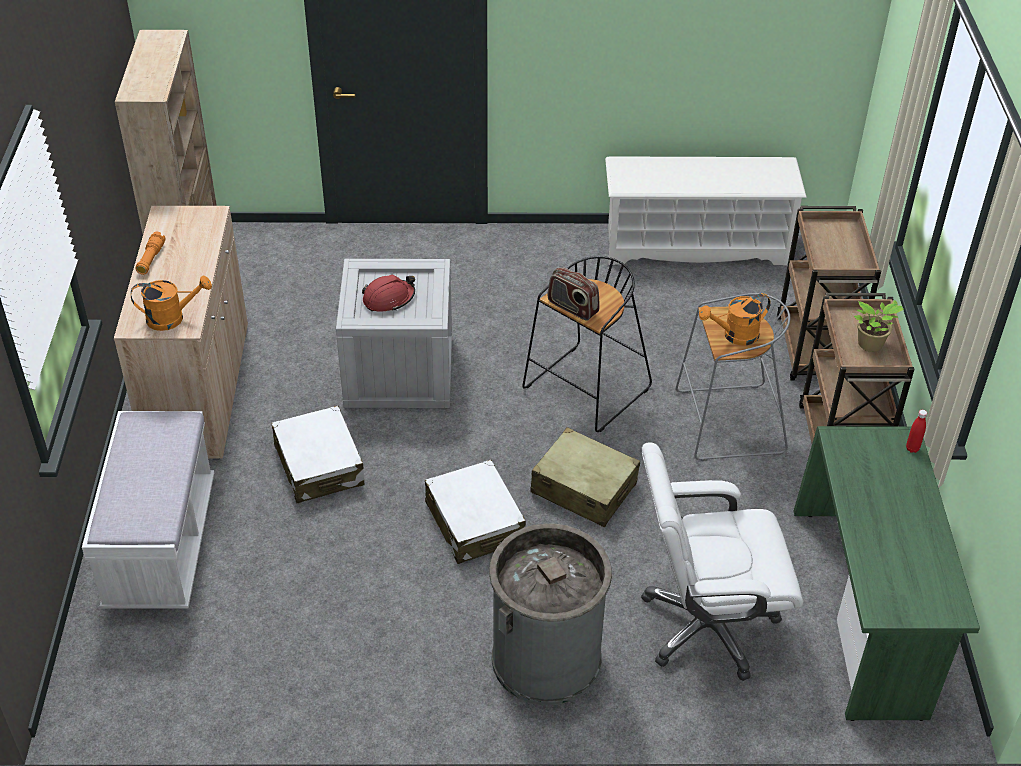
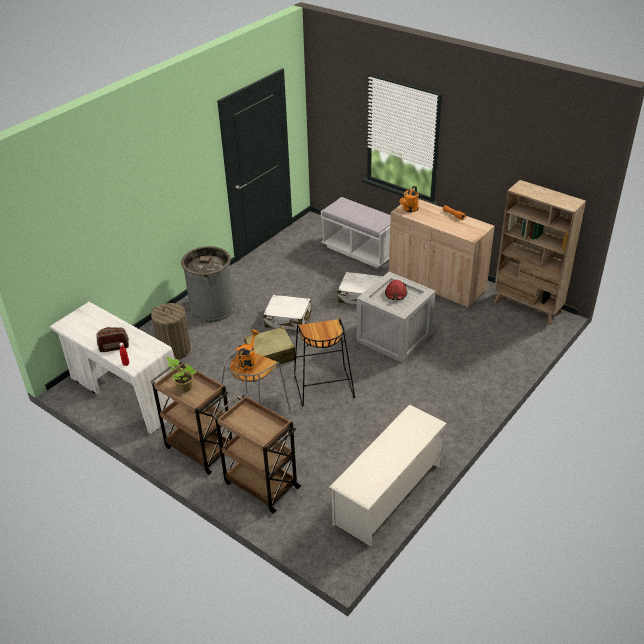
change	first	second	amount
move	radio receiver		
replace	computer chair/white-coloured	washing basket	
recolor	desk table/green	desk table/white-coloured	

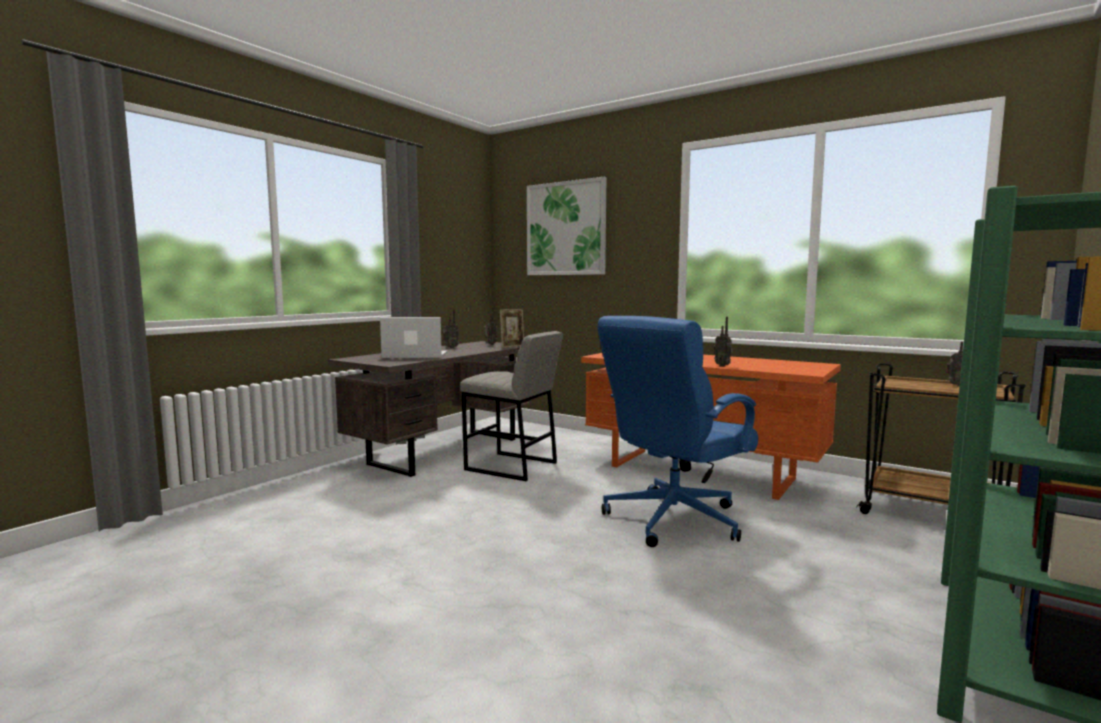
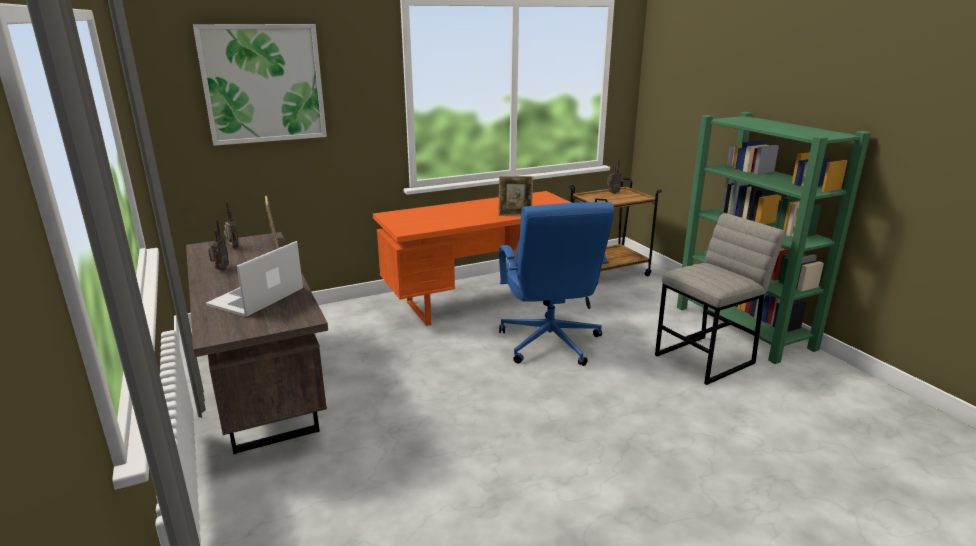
change	first	second	amount
move	plain chair/grey		
replace	radio receiver (3rd from left)	picture frame (2nd from left)	

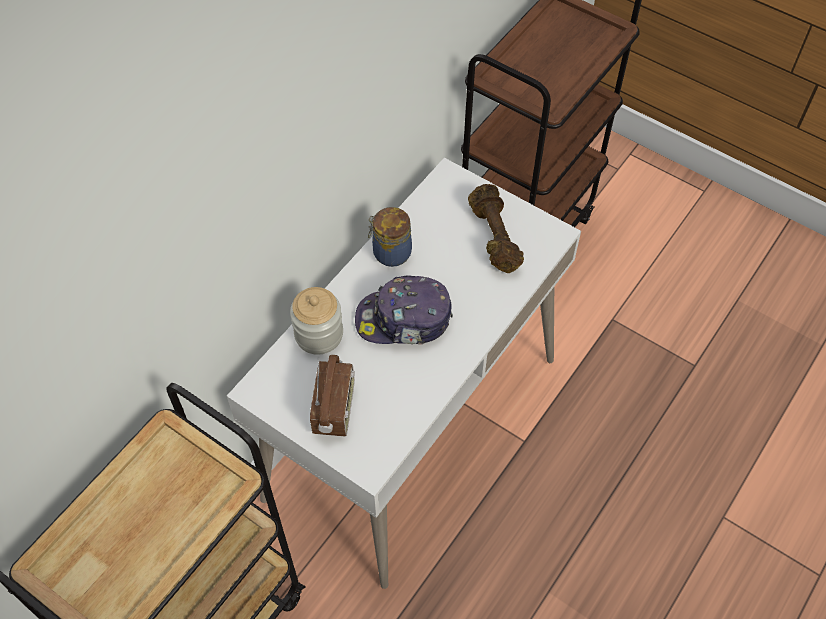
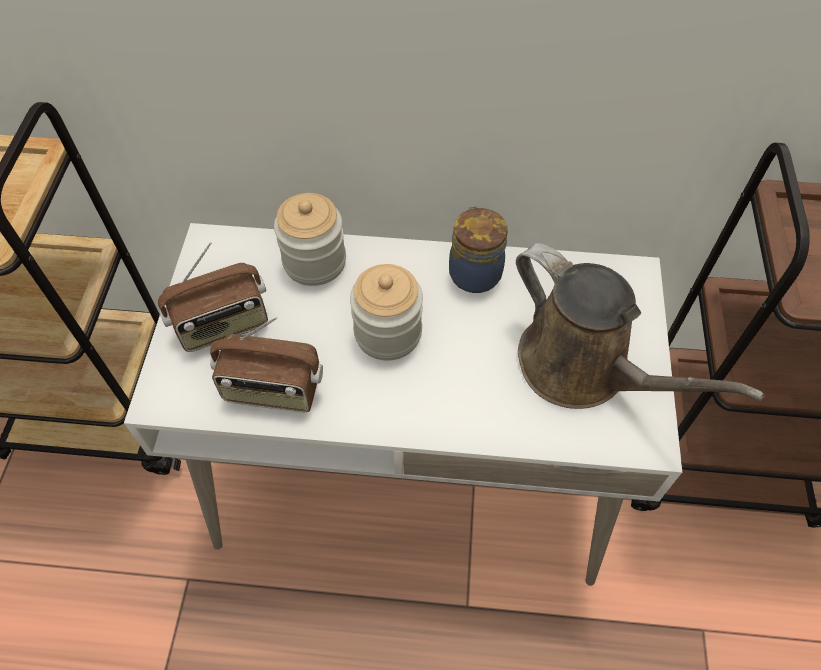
change	first	second	amount
insert		radio receiver (2nd from left)	
replace	cap	jar (2nd from left)	
replace	hand weight/brown-coloured	sprinkling can/brown-coloured	

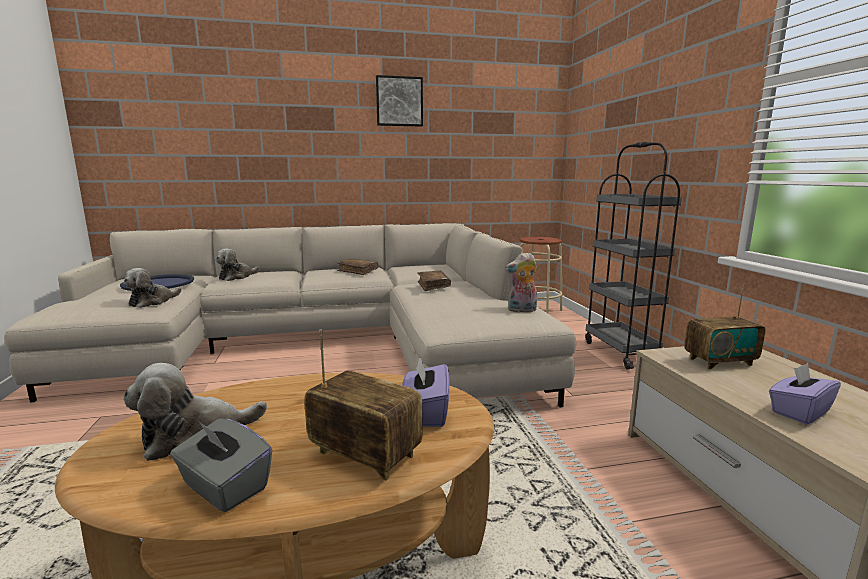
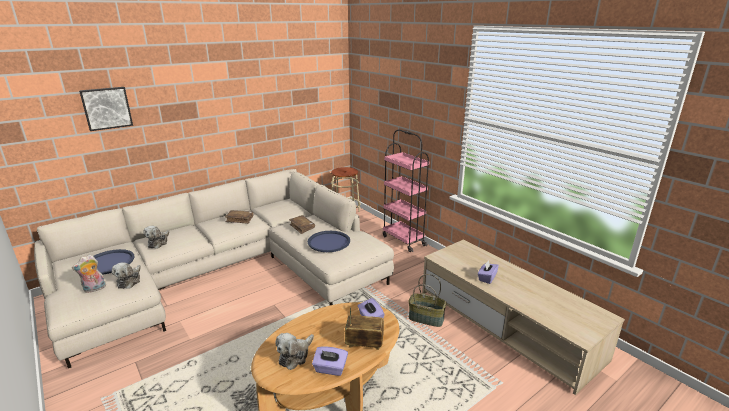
change	first	second	amount
delete	radio receiver (2nd from left)		
insert		tray/blue (2nd from left)	
insert		household basket	
move	wall picture		
move	plush toy (4th from left in the first image)	plush toy (1st from left)	
recolor	tissue holder/grey	tissue holder/purple (1st from left)	
recolor	cart/grey	cart/pinkish	

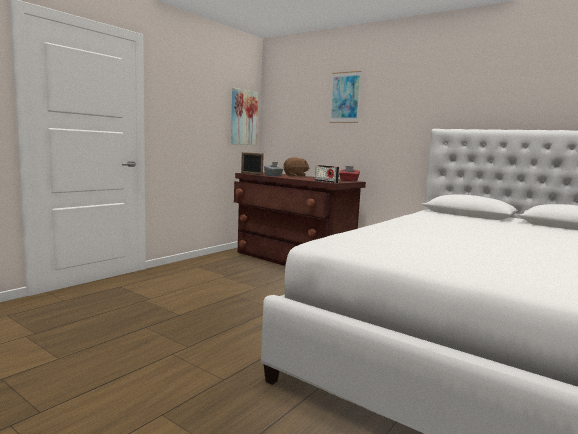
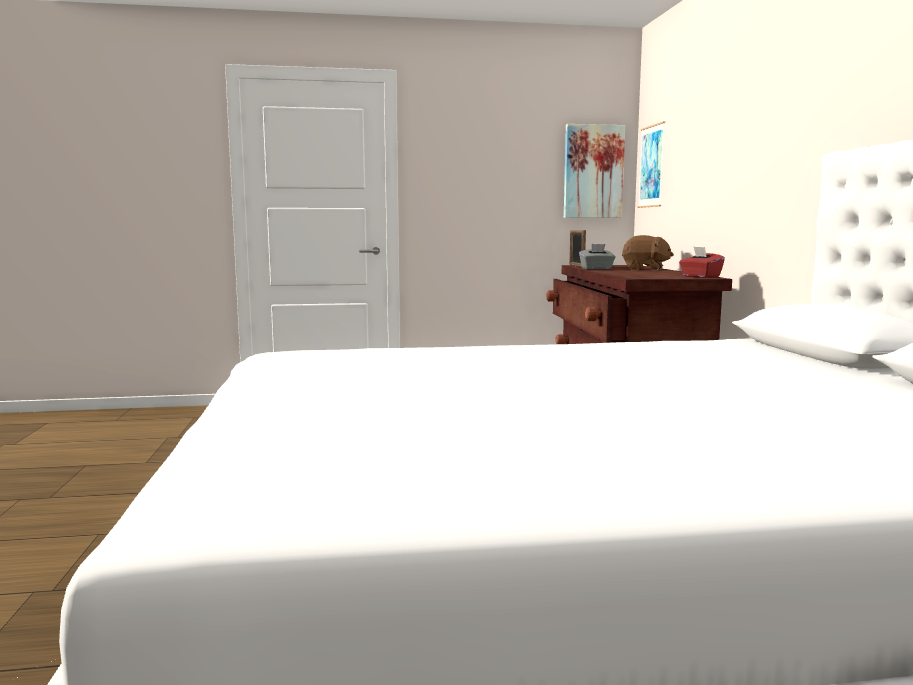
change	first	second	amount
delete	radio receiver		
move	wall picture (2nd from left)		

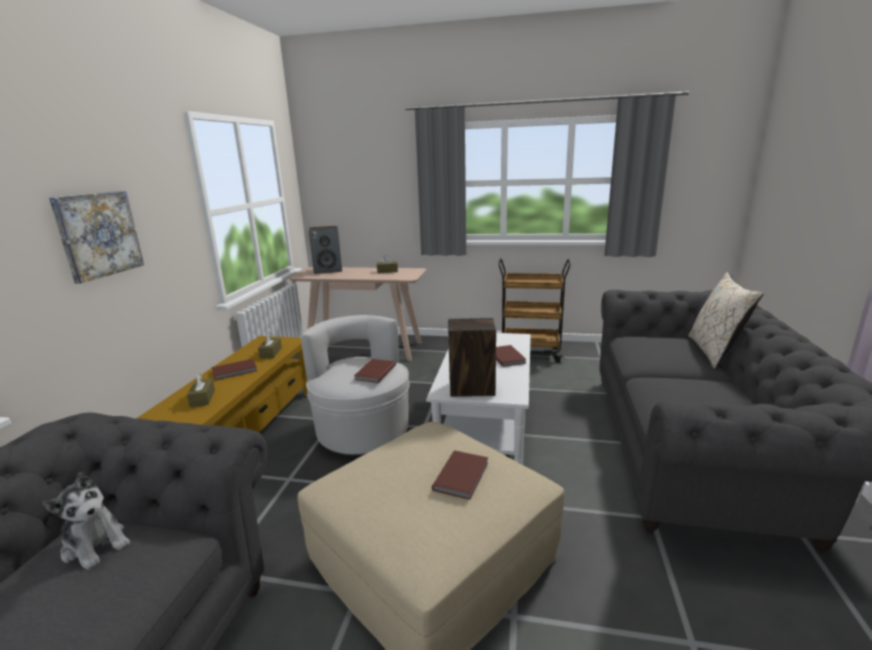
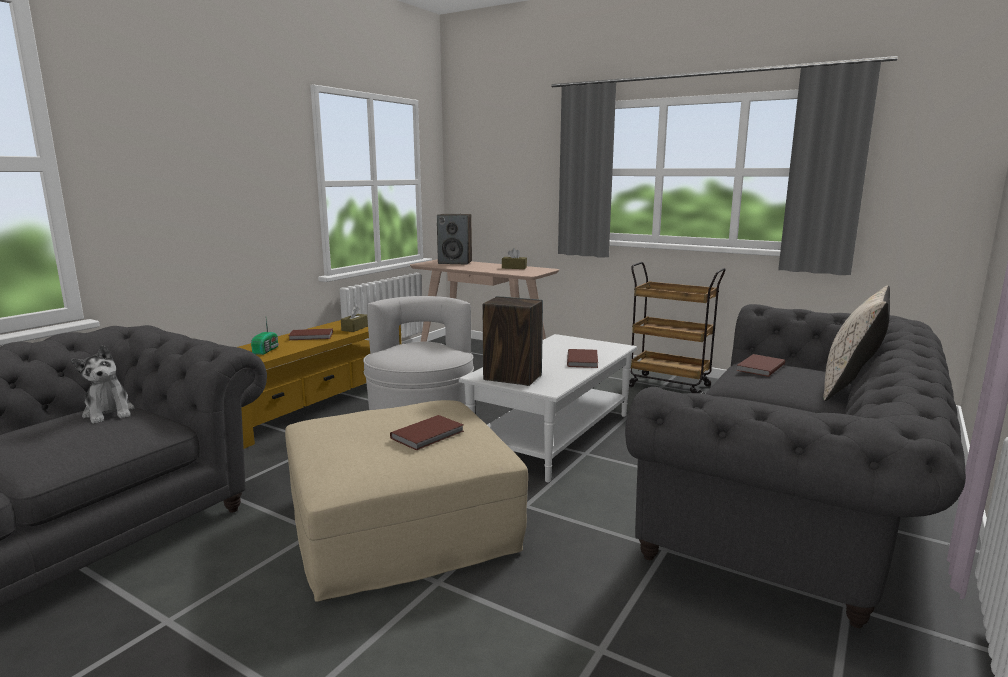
change	first	second	amount
delete	wall picture		
move	bound book/brown-coloured (2nd from left in the first image)	bound book/brown-coloured (4th from left)	
replace	tissue holder/brown-coloured (1st from left)	radio receiver	

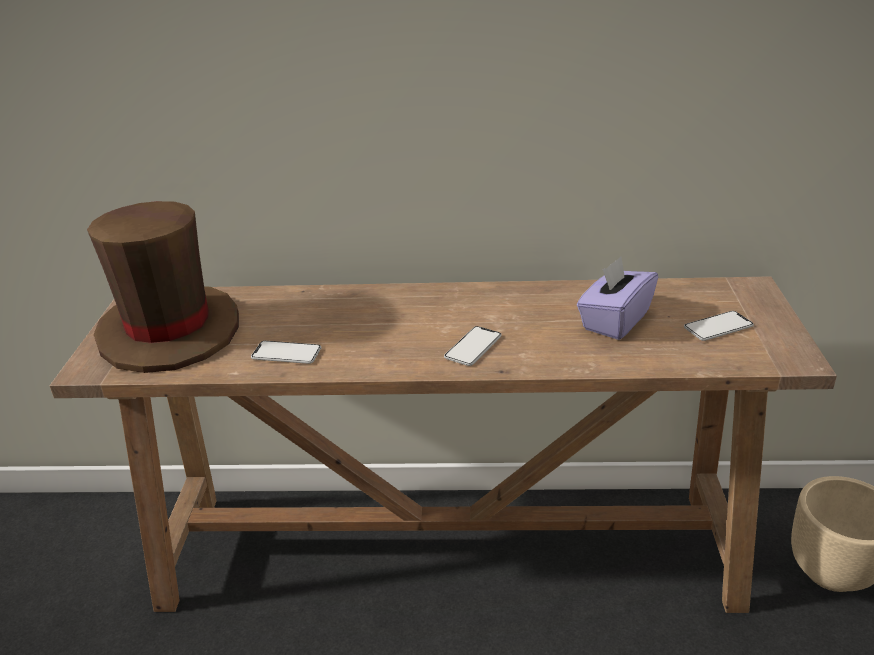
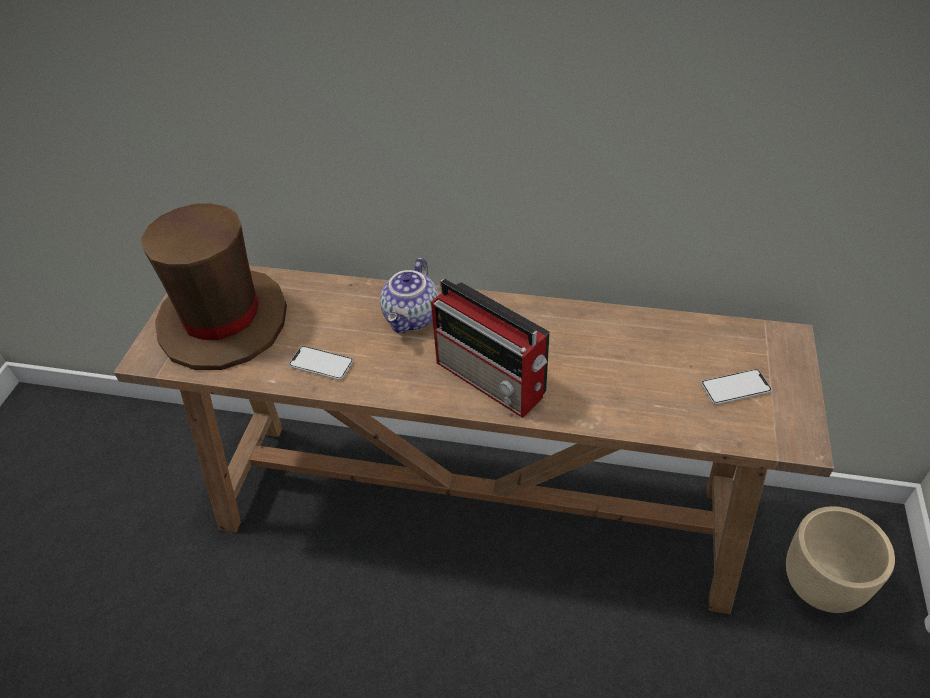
change	first	second	amount
delete	tissue holder/purple		
insert		tea pot	
replace	phone (2nd from left)	radio receiver	

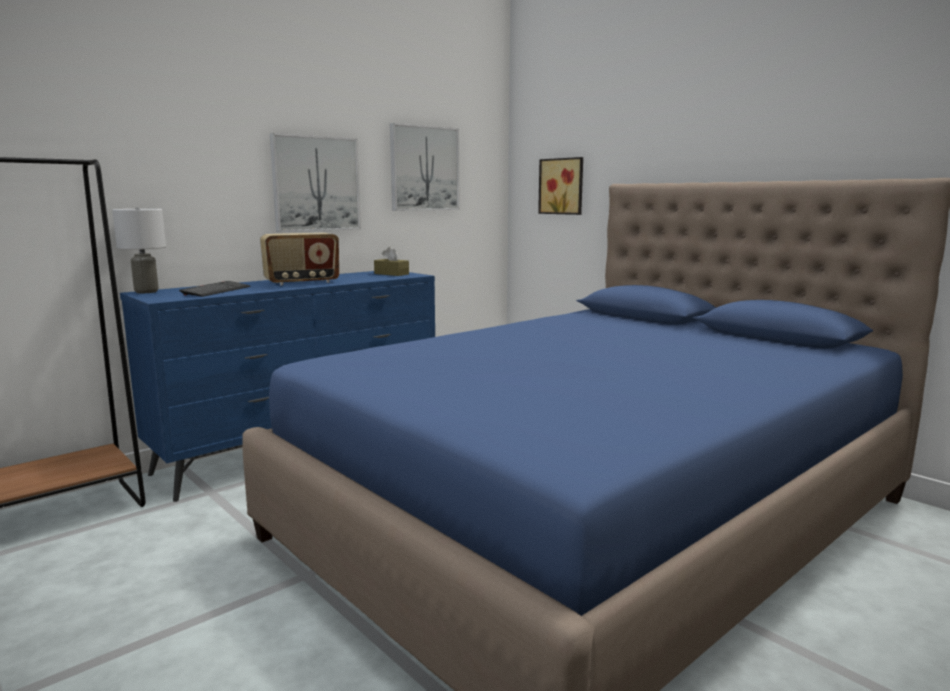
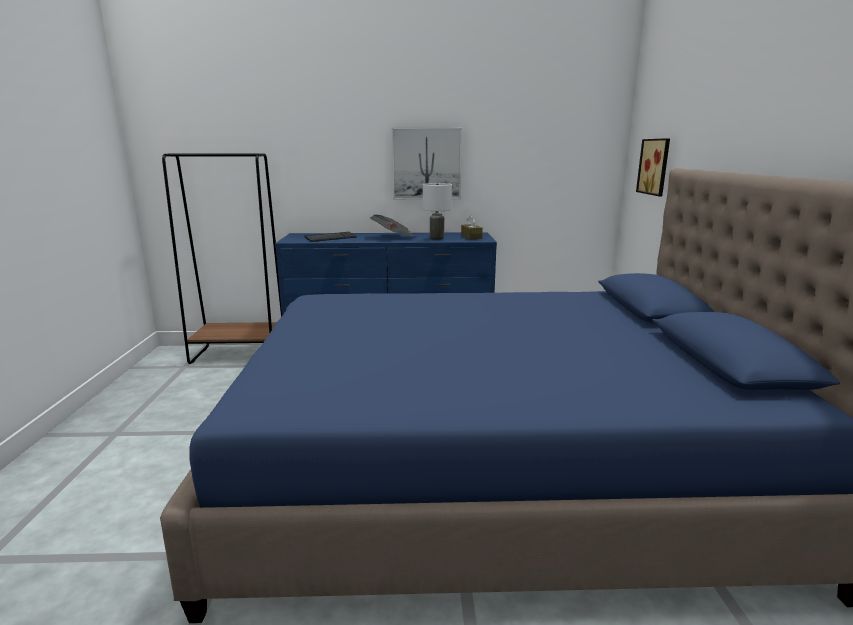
change	first	second	amount
delete	wall picture (2nd from left)		
move	table lamp/white-coloured		
replace	radio receiver	daily paper	

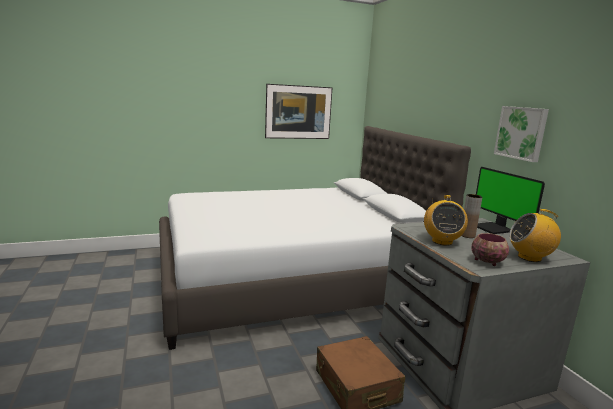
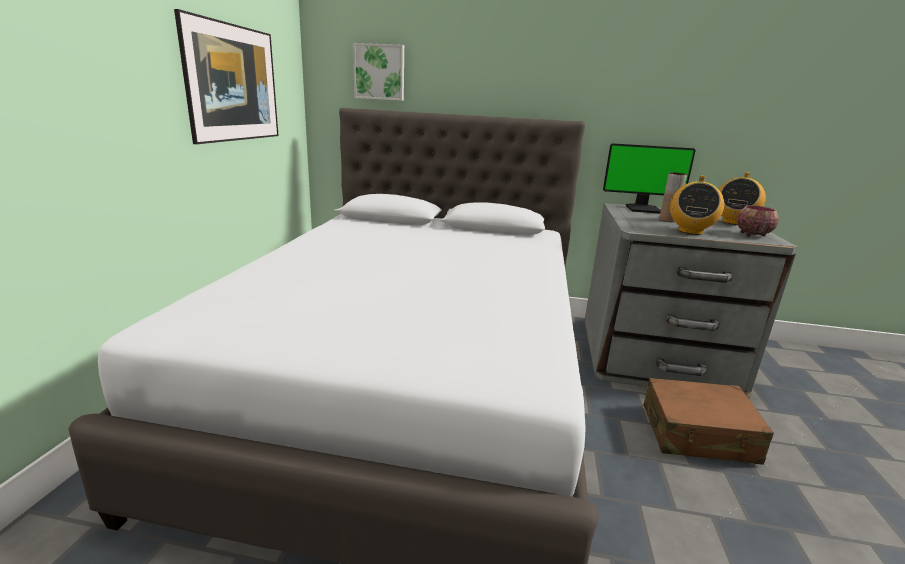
change	first	second	amount
move	wall picture (2nd from left)		
rotate	radio receiver (1st from left)		75 degrees clockwise

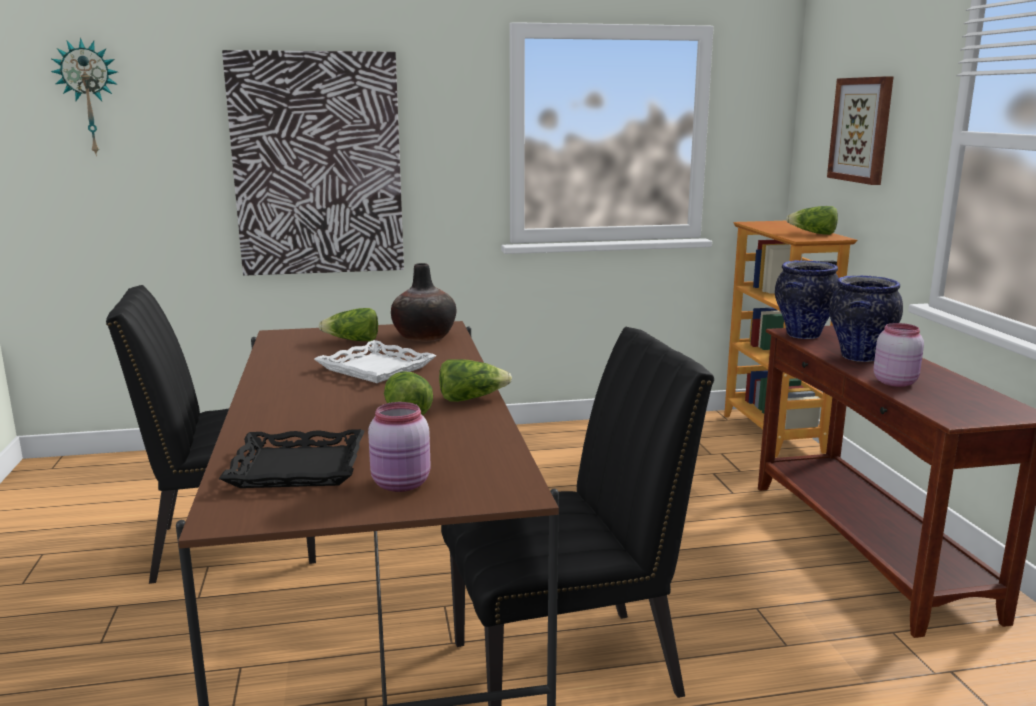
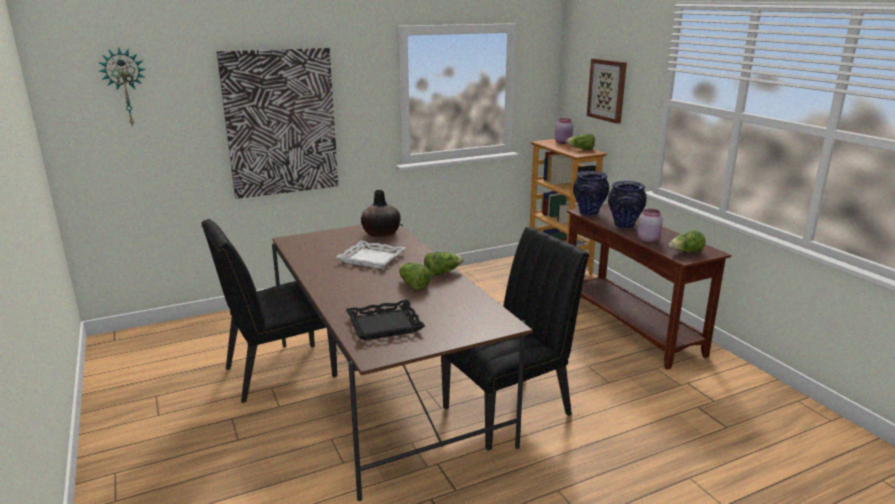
change	first	second	amount
move	head of lettuce (1st from left in the first image)	head of lettuce (4th from left)	
move	jar/pinkish (1st from left)		

